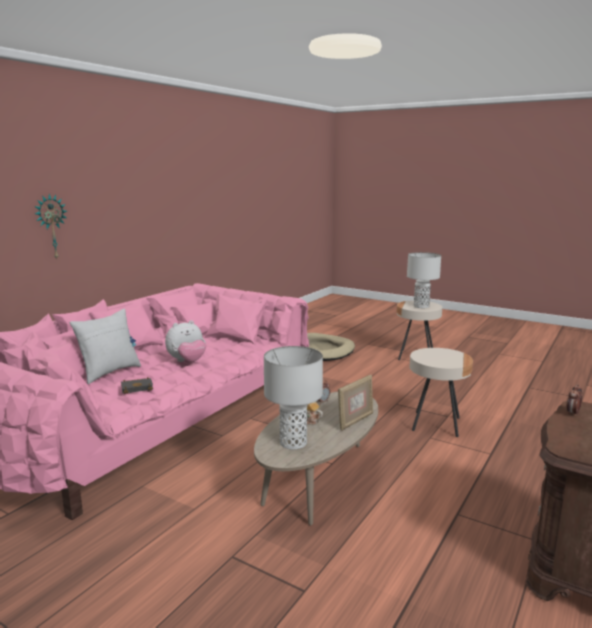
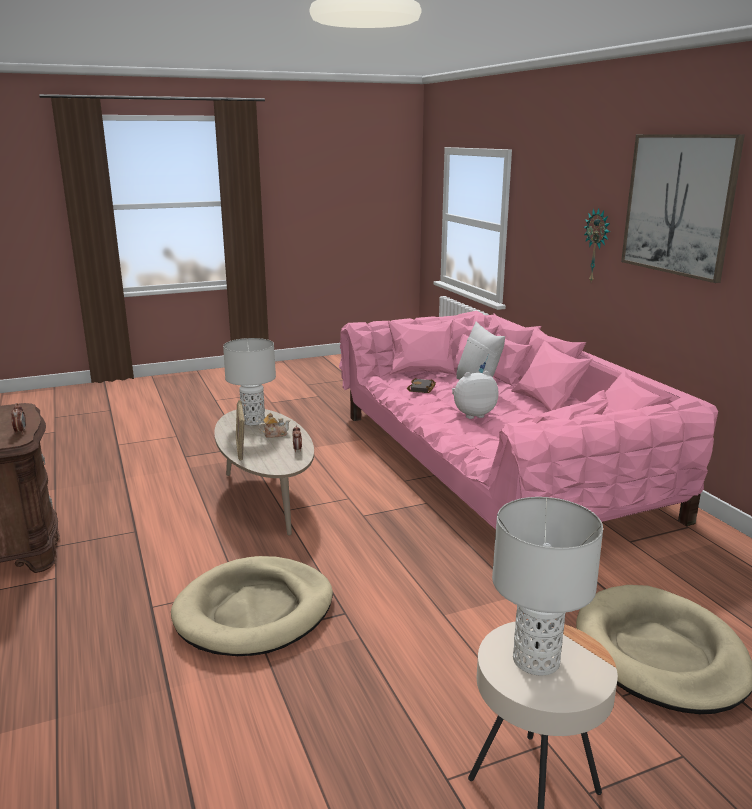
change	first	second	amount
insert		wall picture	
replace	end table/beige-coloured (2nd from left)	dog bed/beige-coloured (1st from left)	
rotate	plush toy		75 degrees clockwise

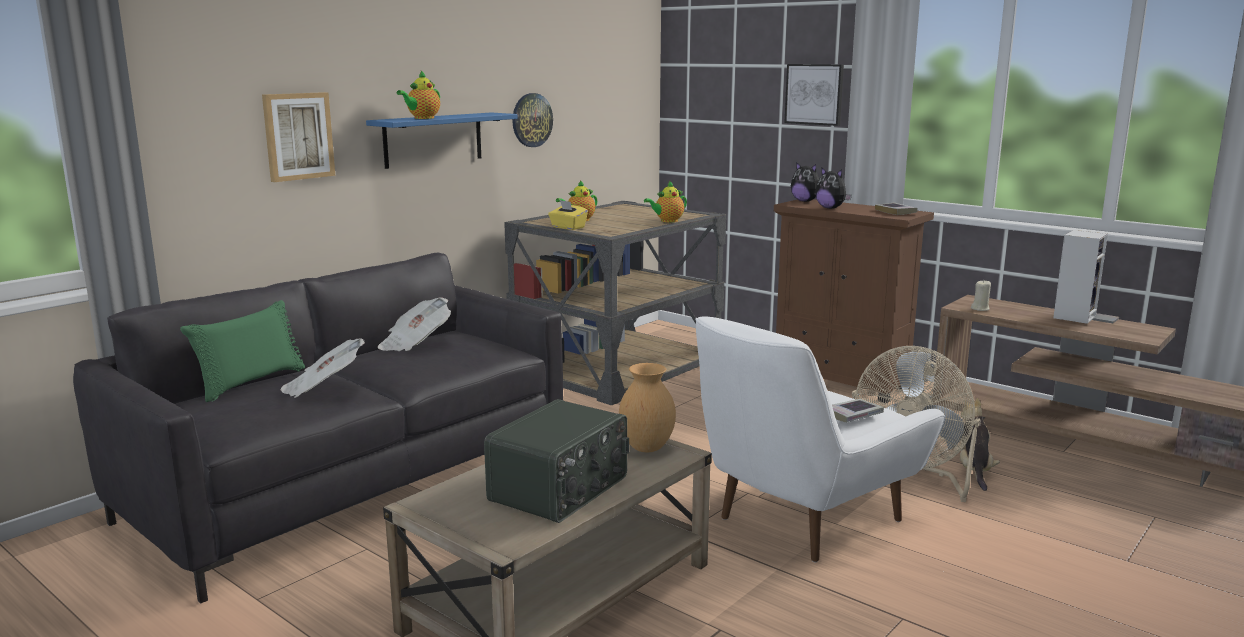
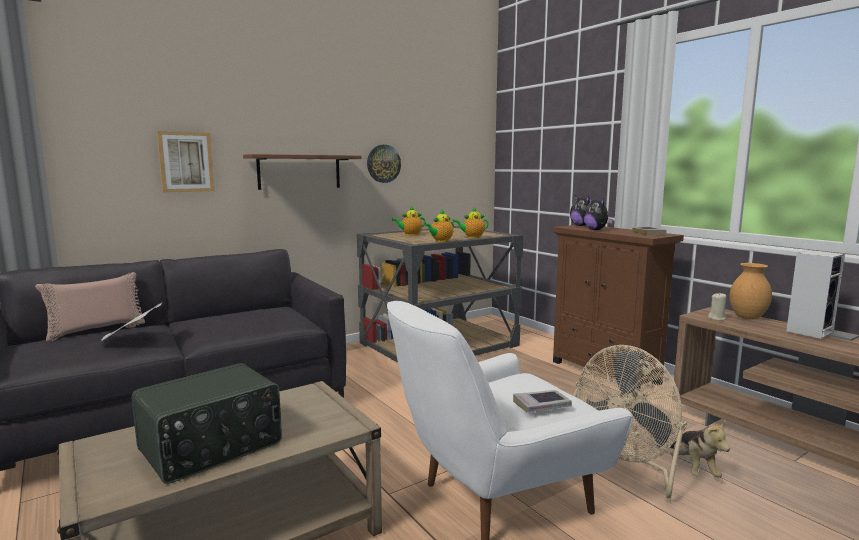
change	first	second	amount
delete	daily paper (2nd from left)		
delete	tissue holder/yellowish		
delete	wall picture (2nd from left)		
move	tea pot (1st from left in the first image)	tea pot (2nd from left)	
move	decorative vase/brown-coloured		
recolor	cushion/green	cushion/beige-coloured	
recolor	bracket shelf/blue	bracket shelf/brown-coloured	
rotate	plush toy (3rd from left)		150 degrees clockwise

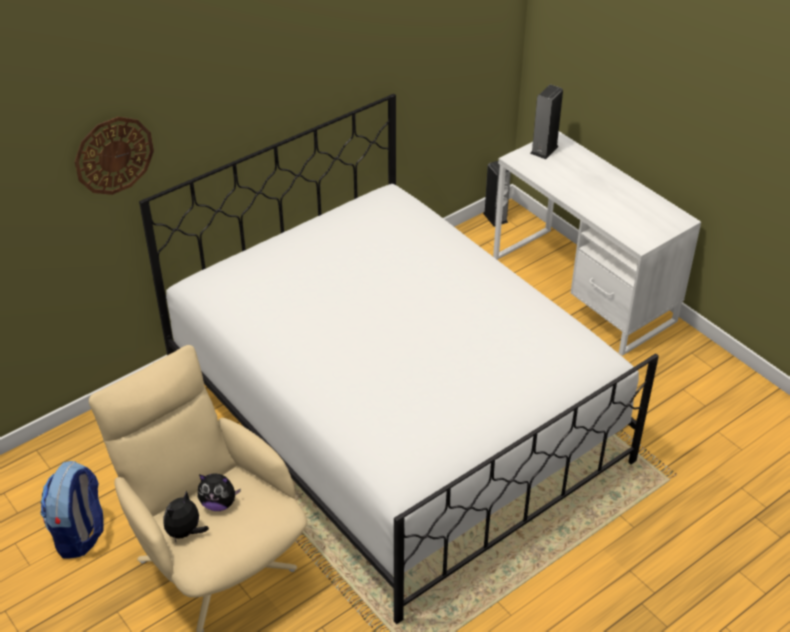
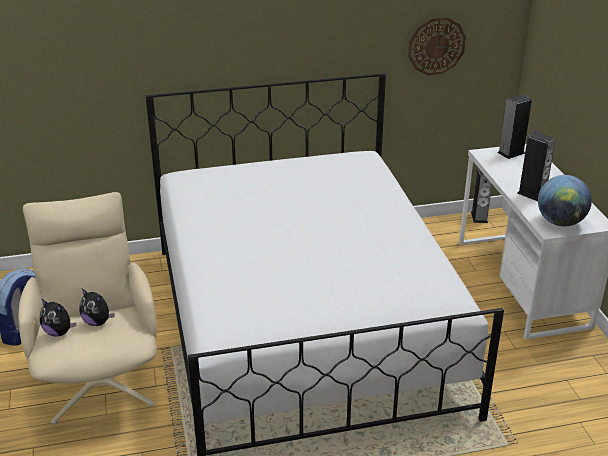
change	first	second	amount
insert		speaker (3rd from left)	
insert		desk globe	
move	hanging clock		
rotate	plush toy (1st from left)		120 degrees counterclockwise

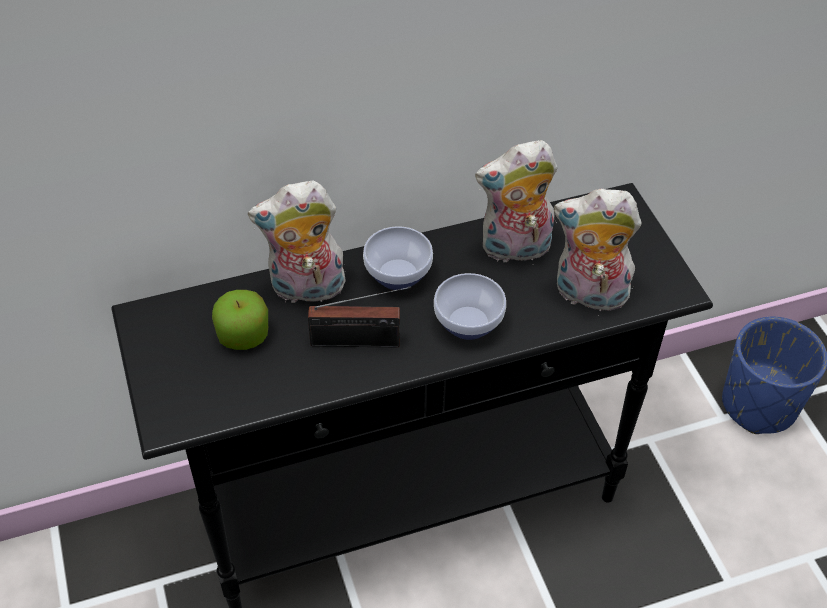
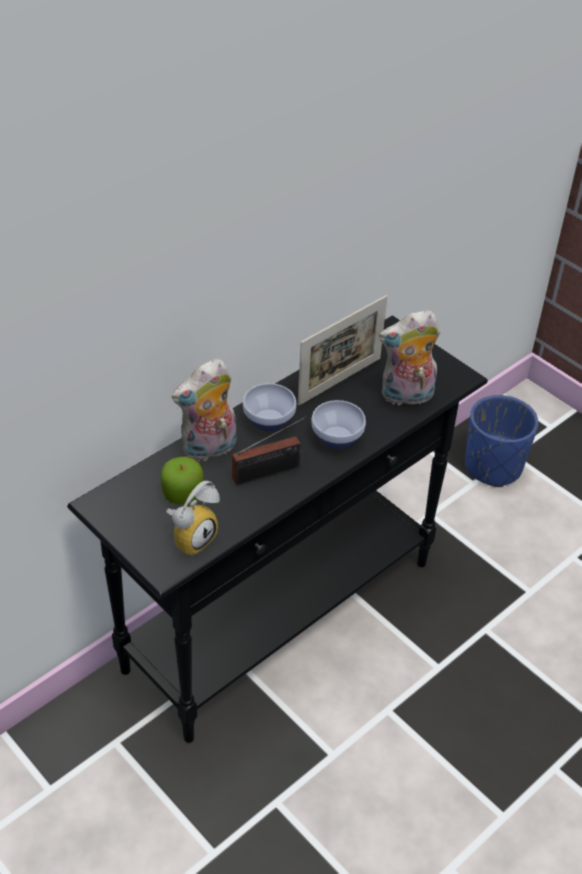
change	first	second	amount
insert		table clock	
replace	plush toy (2nd from left)	picture frame	

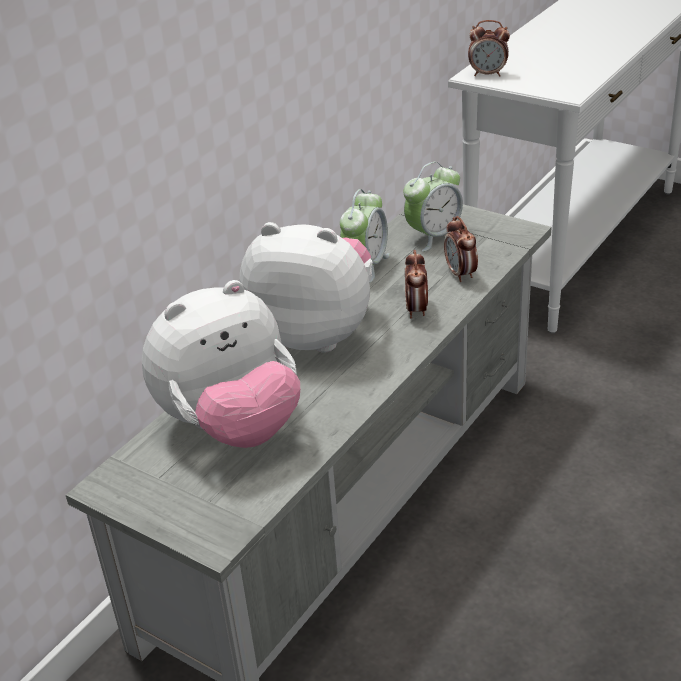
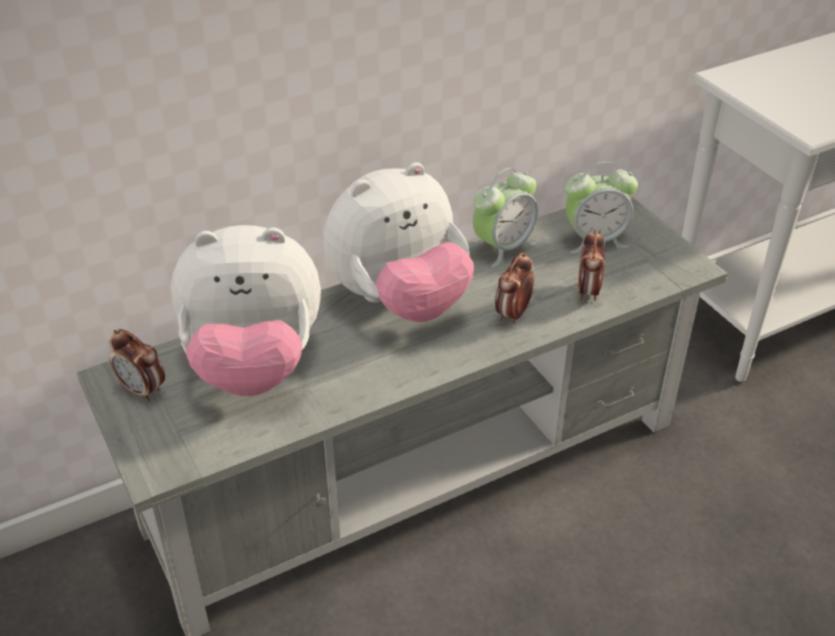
change	first	second	amount
move	table clock (5th from left in the first image)	table clock (1st from left)	
rotate	plush toy (2nd from left)		105 degrees clockwise

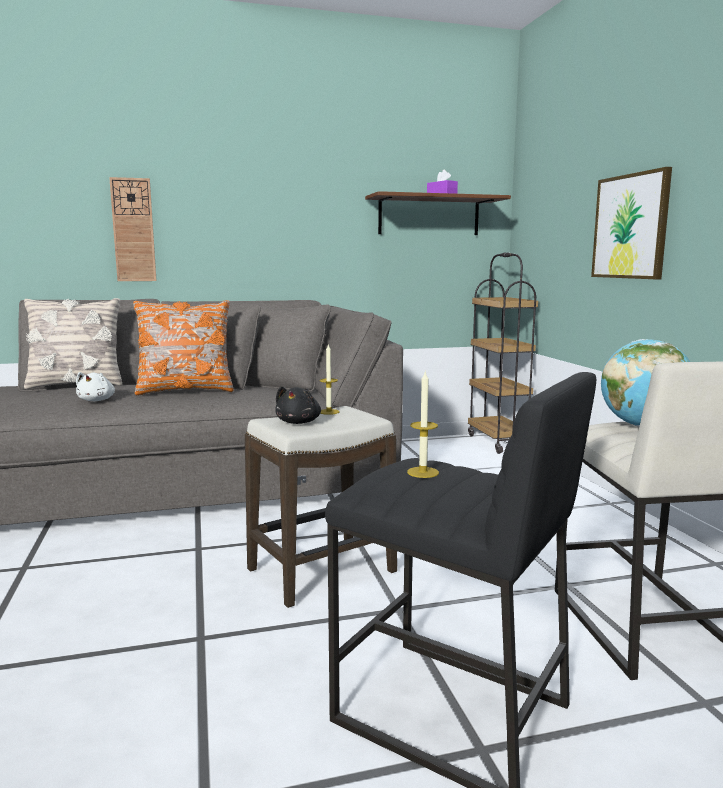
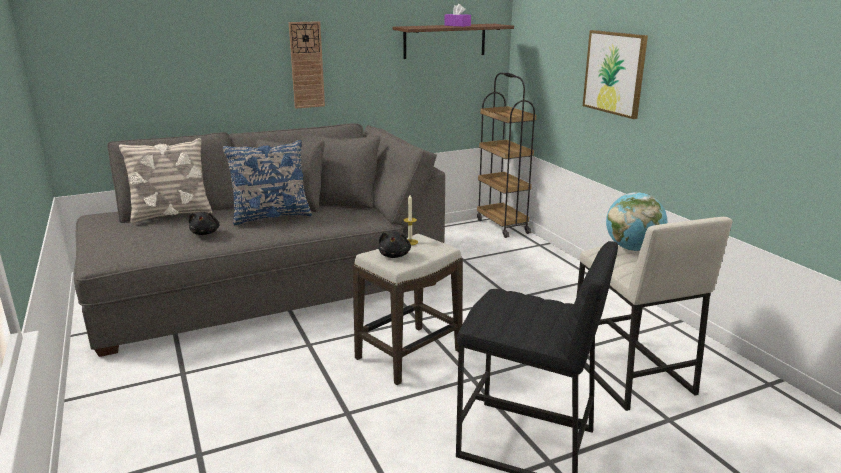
change	first	second	amount
delete	wax candle (2nd from left)		
move	hanging clock		
recolor	plush toy/white-coloured	plush toy/black (1st from left)	
recolor	cushion/orange	cushion/blue	

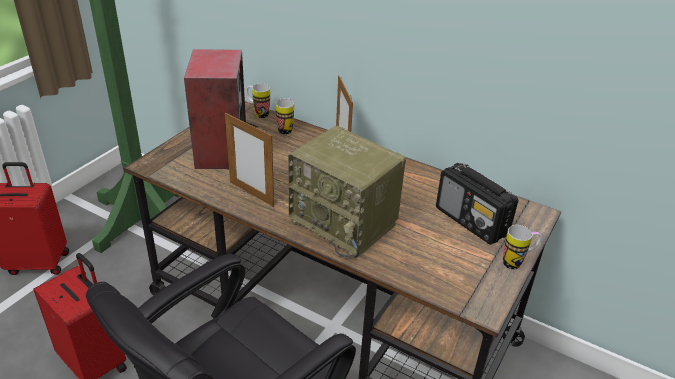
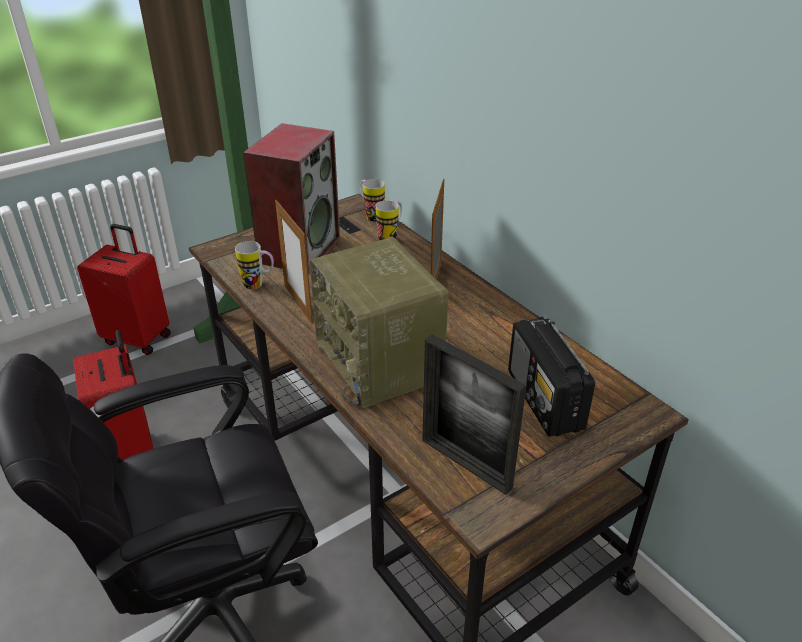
change	first	second	amount
insert		picture frame (3rd from left)	
move	mug (3rd from left in the first image)	mug (1st from left)	

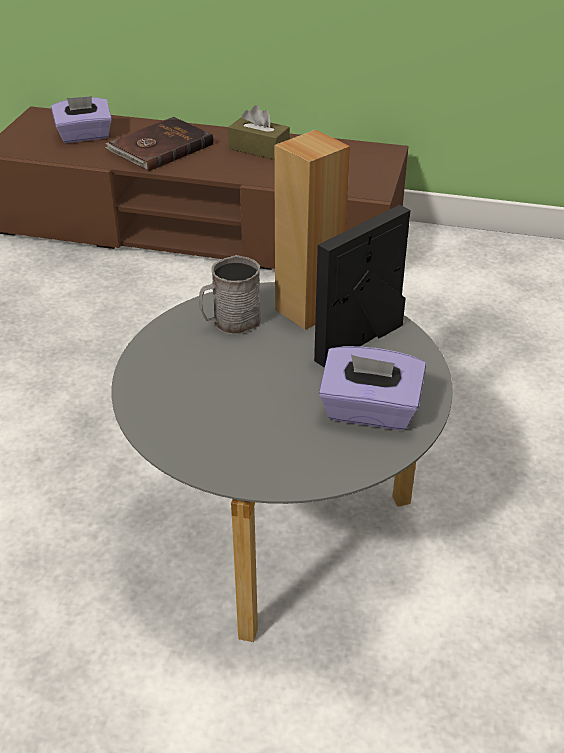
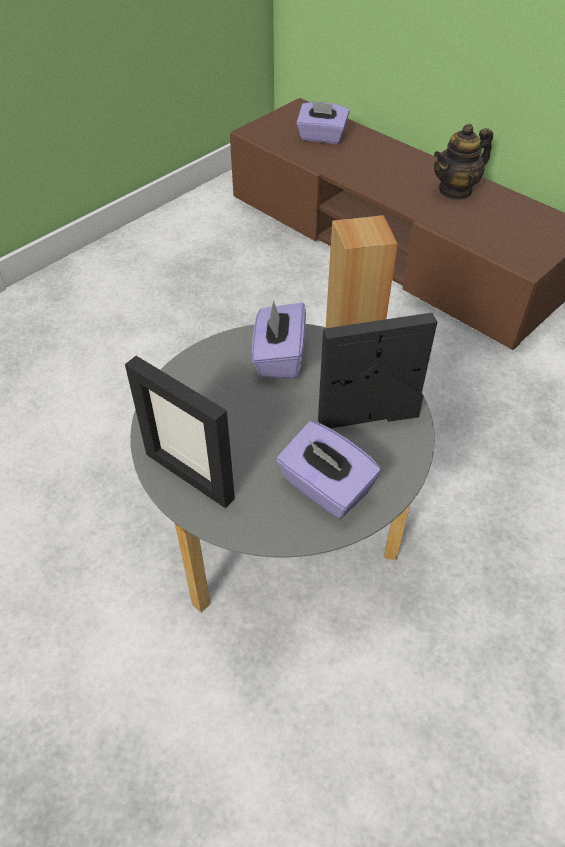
change	first	second	amount
delete	bound book/brown-coloured		
insert		picture frame (1st from left)	
replace	mug/grey	tissue holder/purple (1st from left)	
replace	tissue holder/brown-coloured	tea pot	

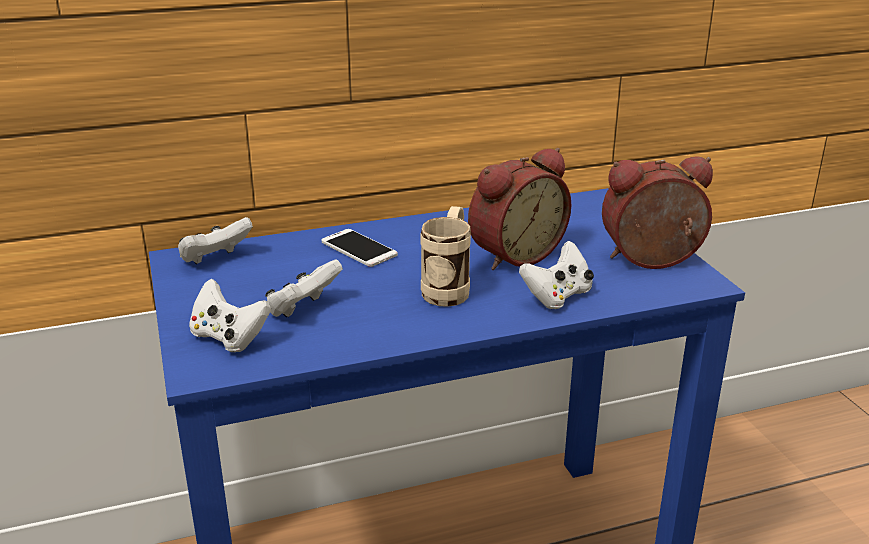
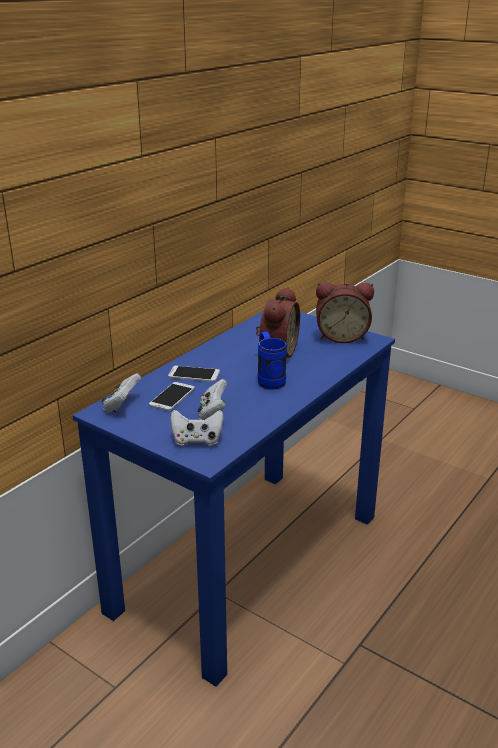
change	first	second	amount
delete	joypad/white-coloured (4th from left)		
insert		phone (1st from left)	
recolor	mug/beige-coloured	mug/blue	
rotate	table clock (2nd from left)		135 degrees counterclockwise

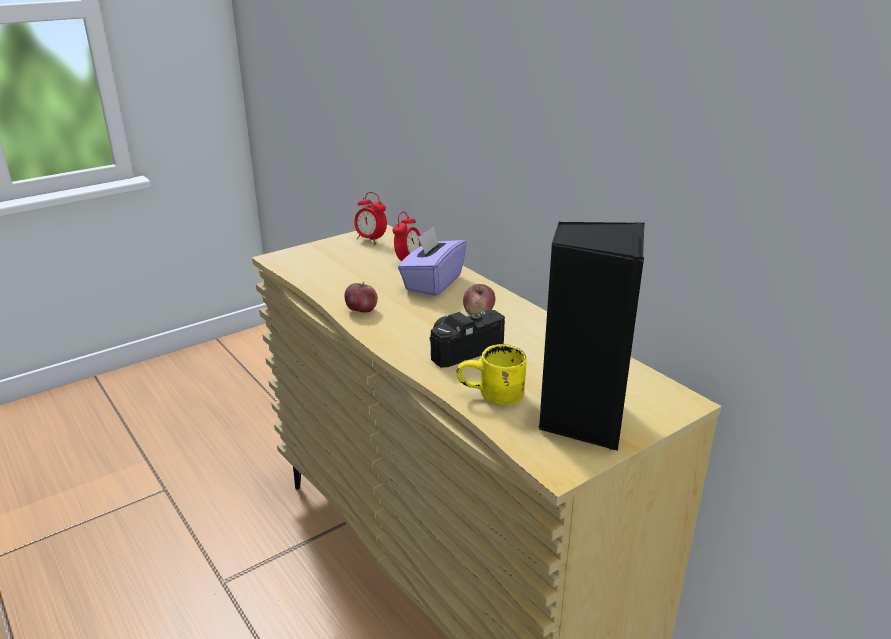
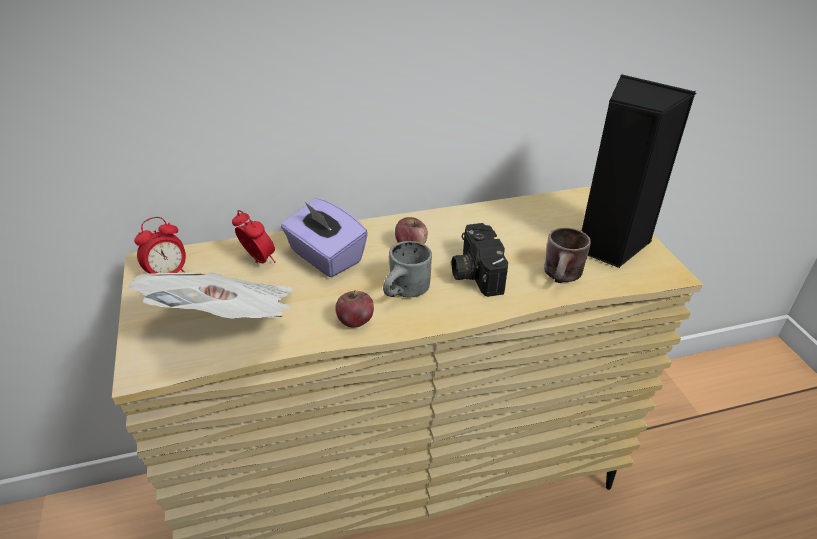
change	first	second	amount
insert		daily paper	
insert		mug/grey	
recolor	mug/yellowish	mug/brown-coloured	

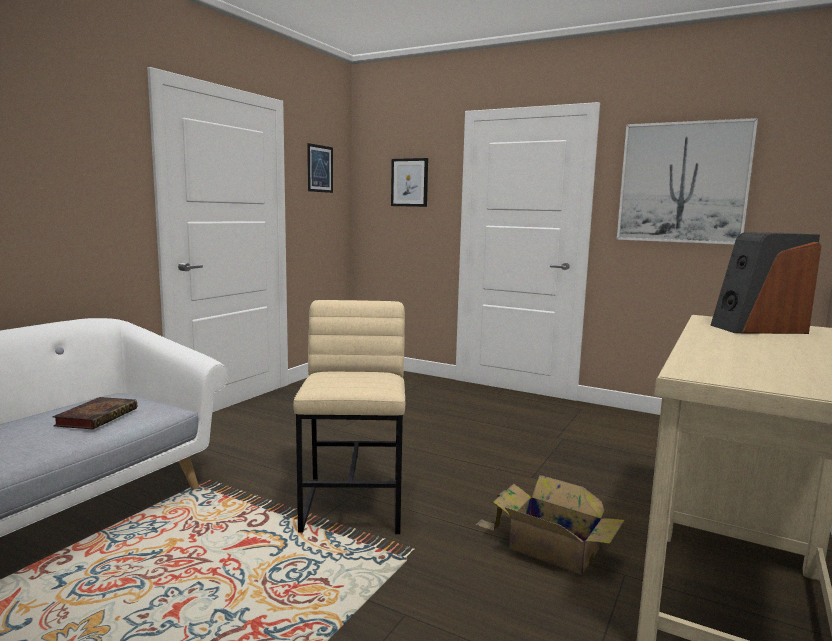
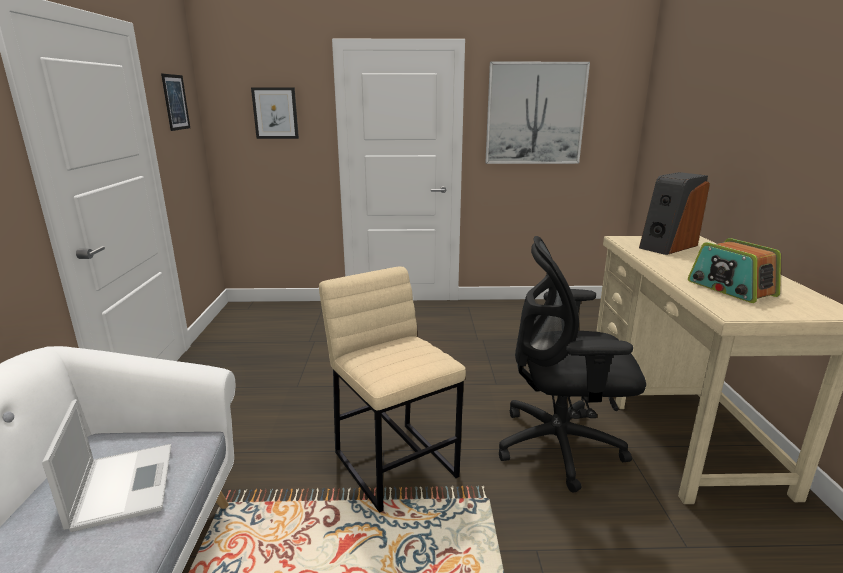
change	first	second	amount
insert		radio receiver	
replace	bound book	laptop	
replace	cardboard box	computer chair/black	

